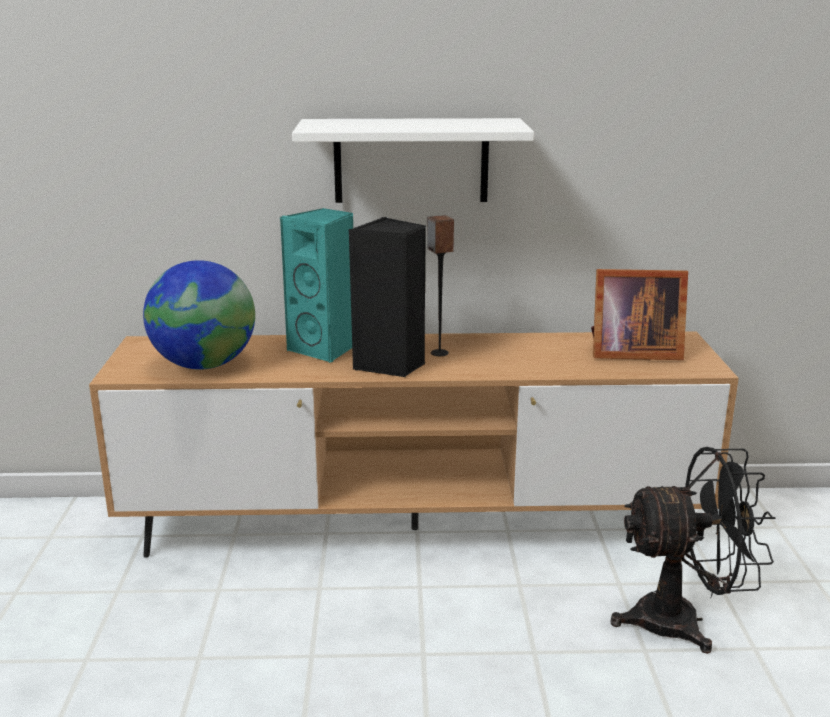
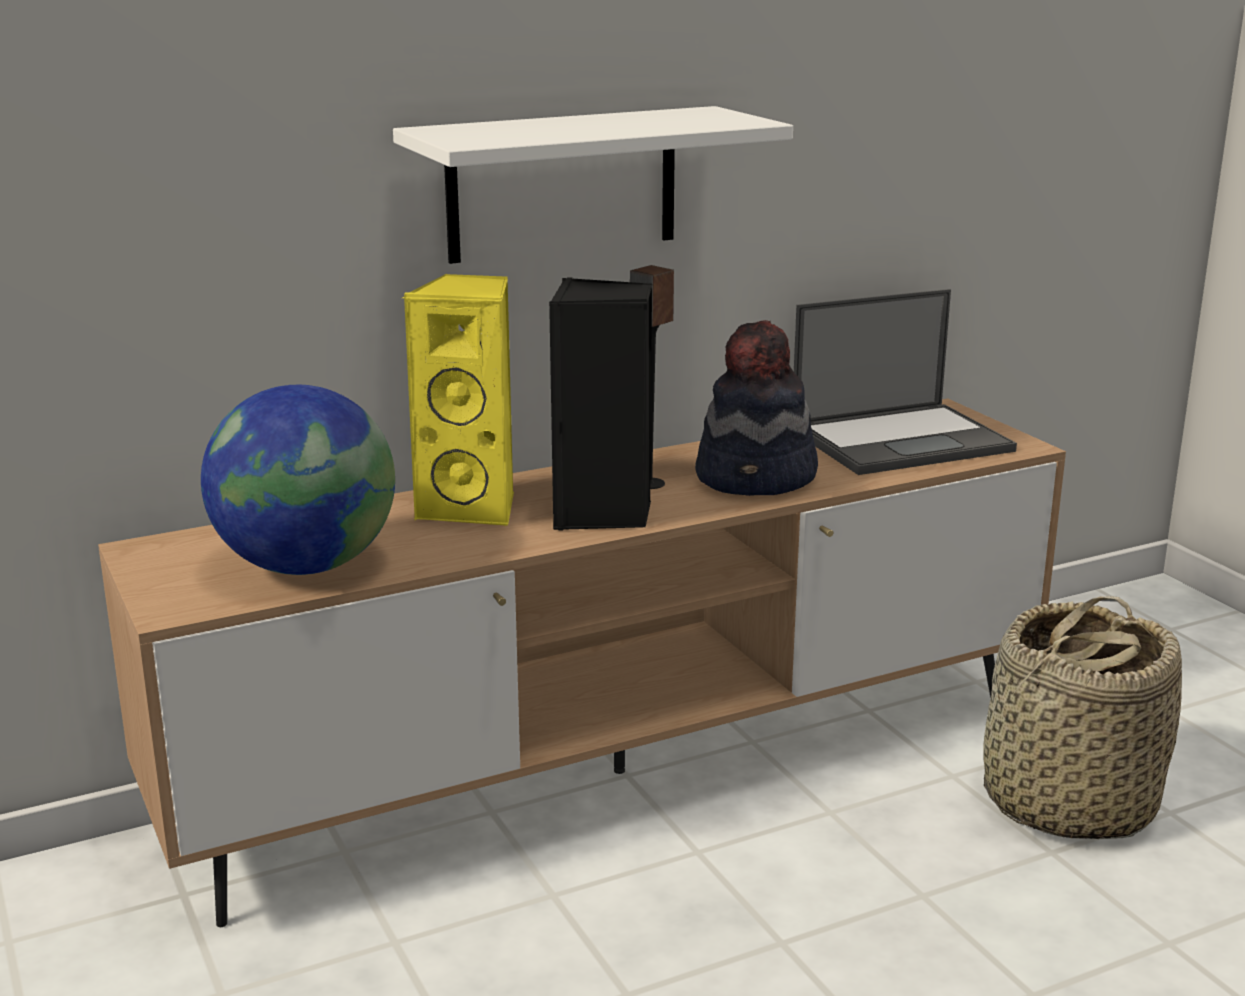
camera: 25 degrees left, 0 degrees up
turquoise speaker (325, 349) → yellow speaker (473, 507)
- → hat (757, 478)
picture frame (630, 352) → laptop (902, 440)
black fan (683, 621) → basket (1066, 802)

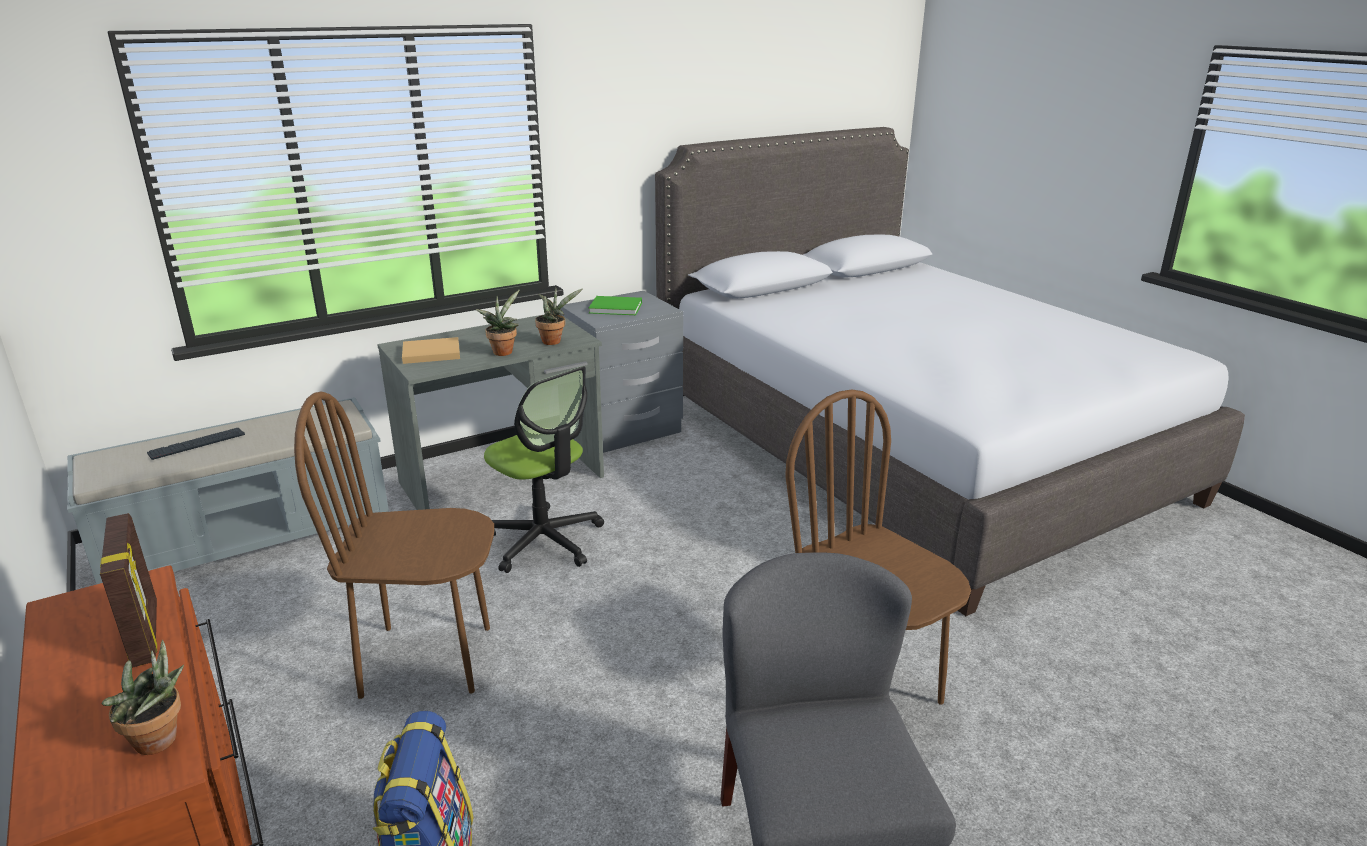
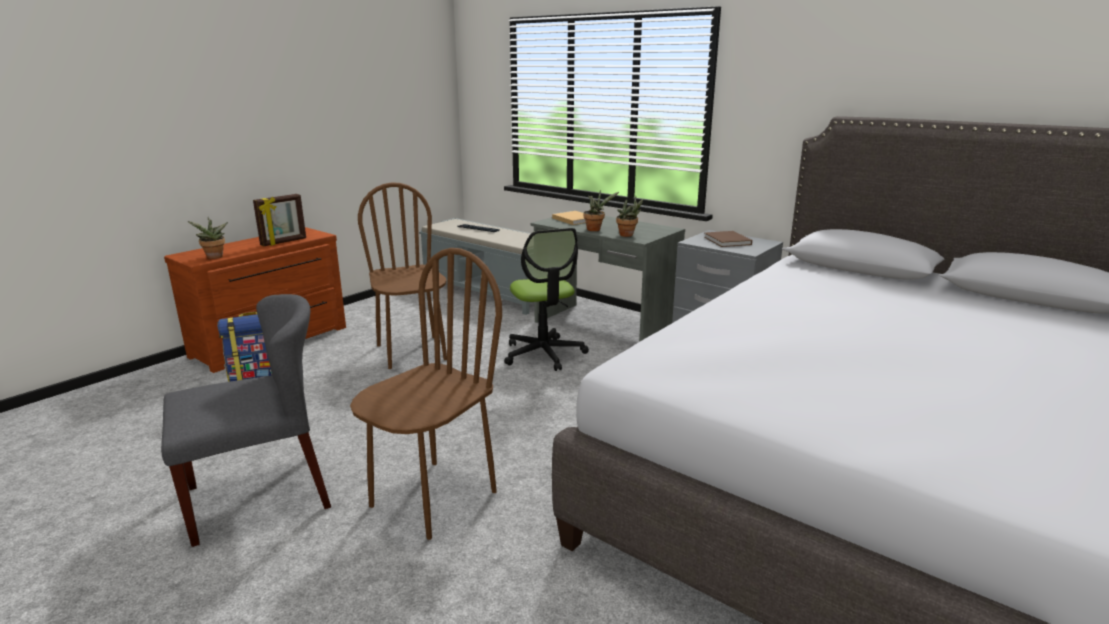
camera: 70 degrees right, 5 degrees down
office chair (544, 541) → office chair (544, 354), 45 degrees counterclockwise
green book (617, 308) → brown book (727, 241)

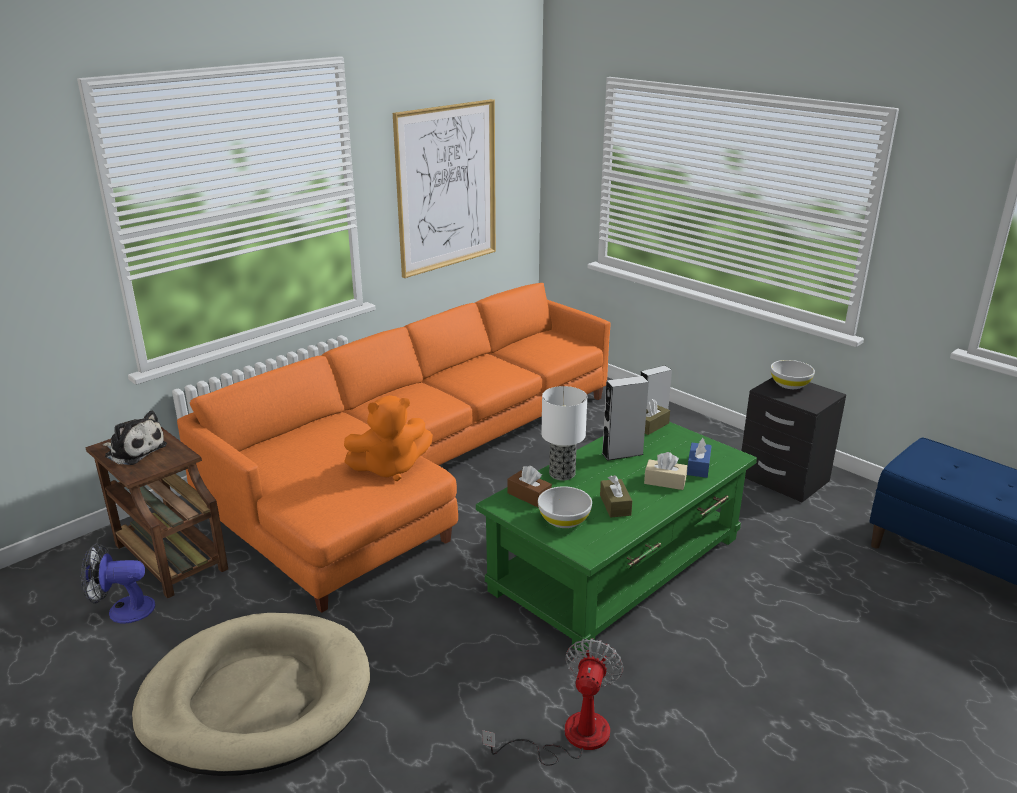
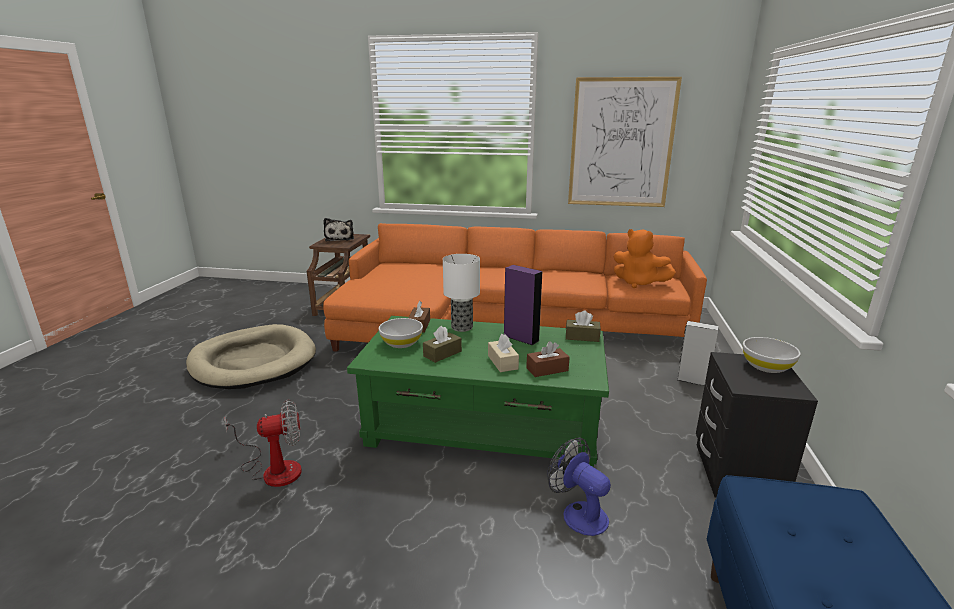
camera: 55 degrees right, 5 degrees down
grey speaker (622, 453) → purple speaker (521, 338)
blue tissue box (698, 467) → brown tissue box (547, 369)
fan (123, 610) → fan (578, 513), shifted
orange plush toy (390, 468) → orange plush toy (638, 283), shifted

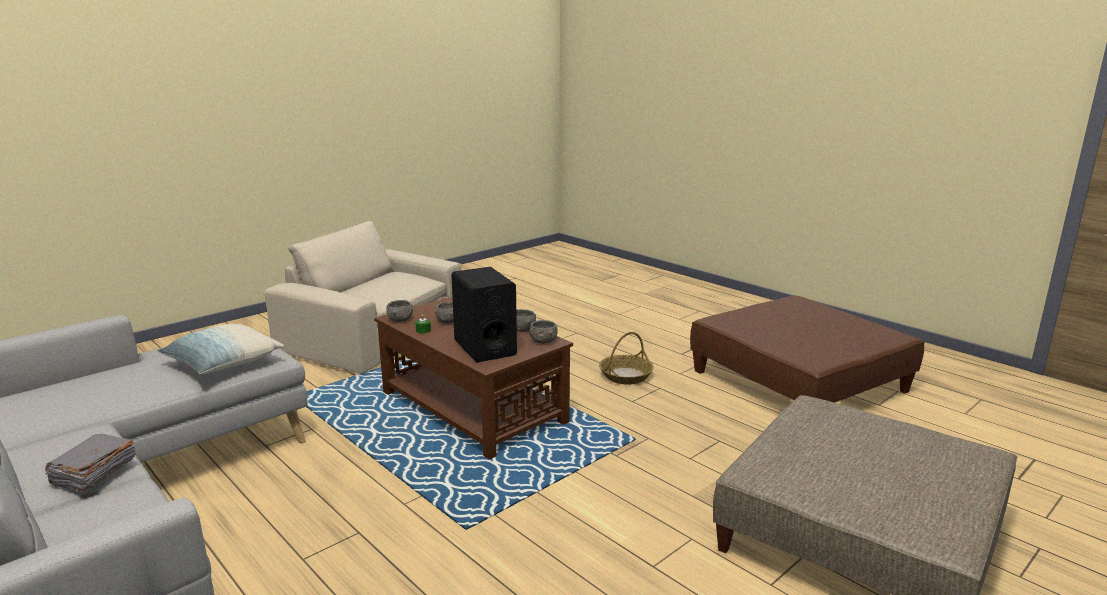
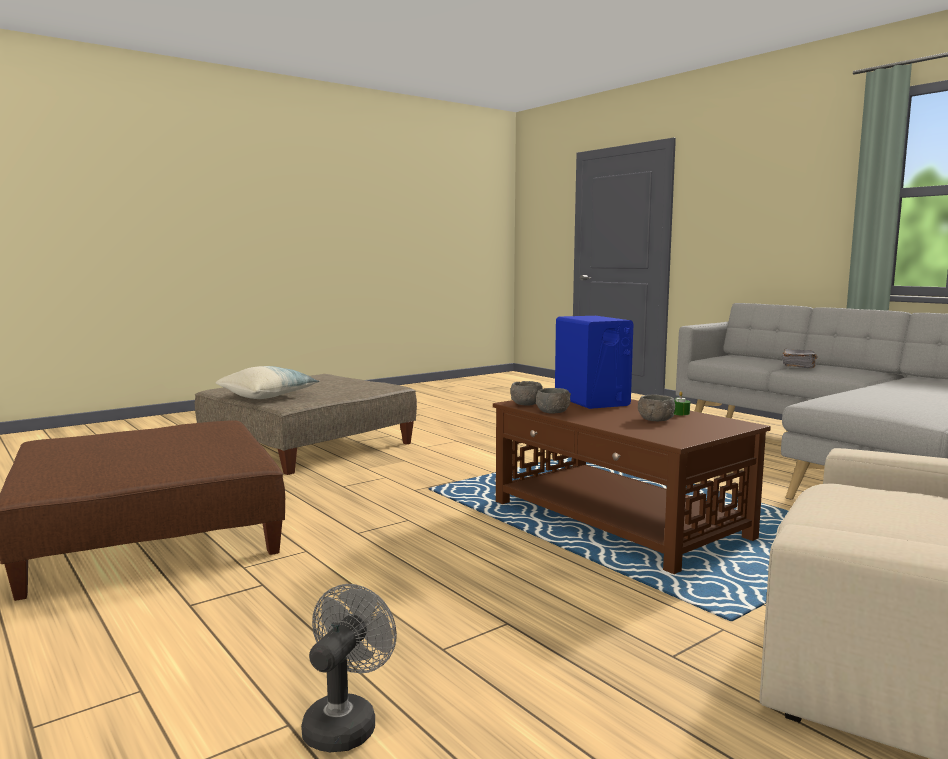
camera: 175 degrees left, 10 degrees down
pillow (223, 364) → pillow (268, 396), shifted
- → grey fan (345, 722)
black speaker (484, 348) → blue speaker (591, 401)
grey bowl (400, 319) → -
basket (625, 376) → -

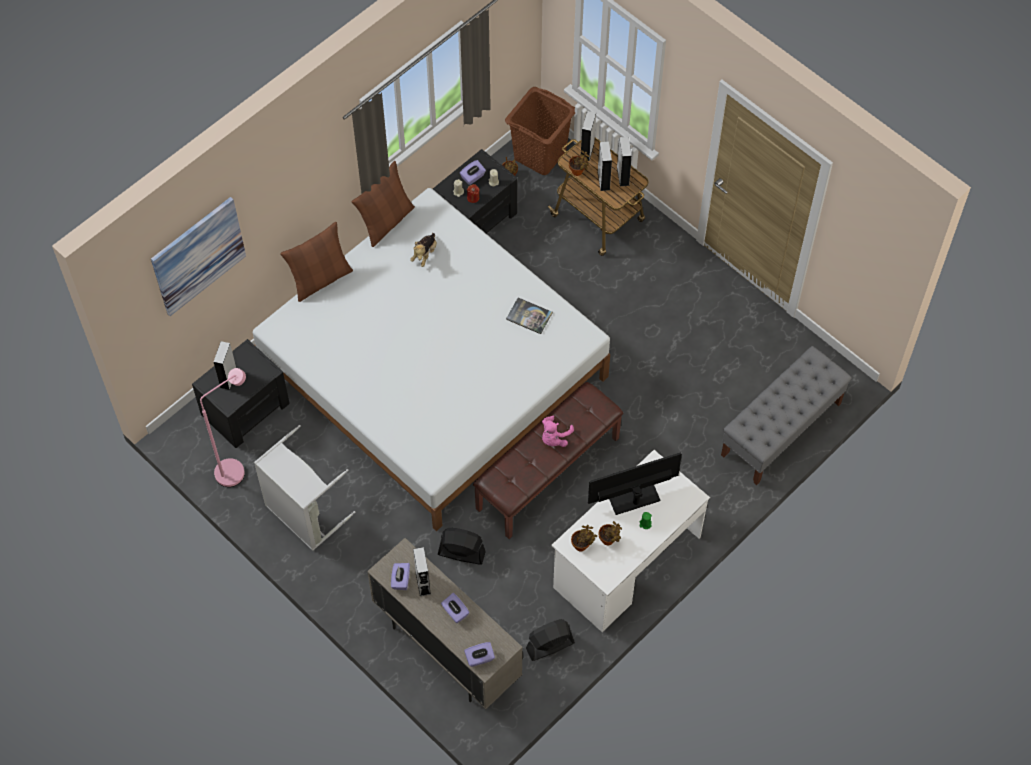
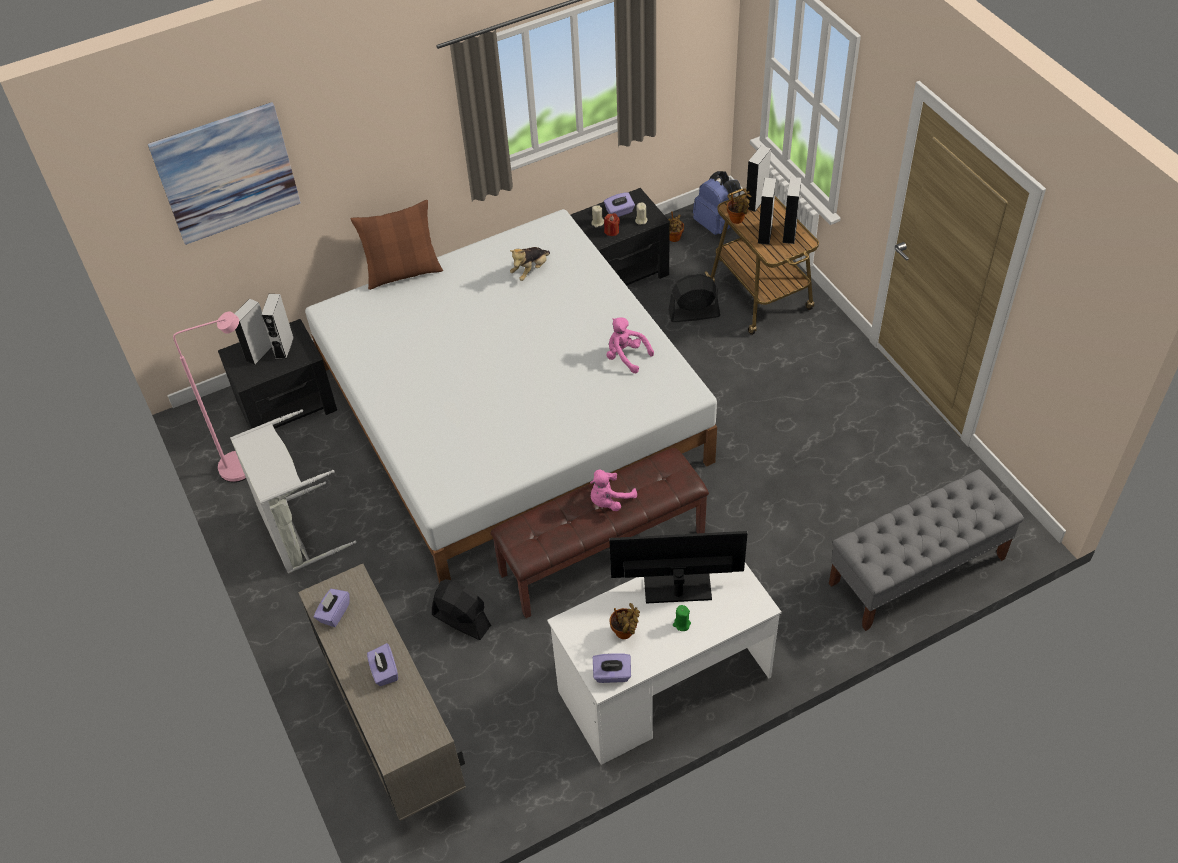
camera: 20 degrees right, 10 degrees down
grey speaker (423, 583) → grey speaker (284, 348), shifted
purple tissue box (479, 658) → purple tissue box (612, 675), shifted
book (529, 316) → pink plush toy (626, 356)
black fan (550, 645) → black fan (694, 313), shifted
brown laundry basket (540, 155) → blue backpack (716, 225)
brown pillow (386, 222) → -
potted plant (582, 546) → -

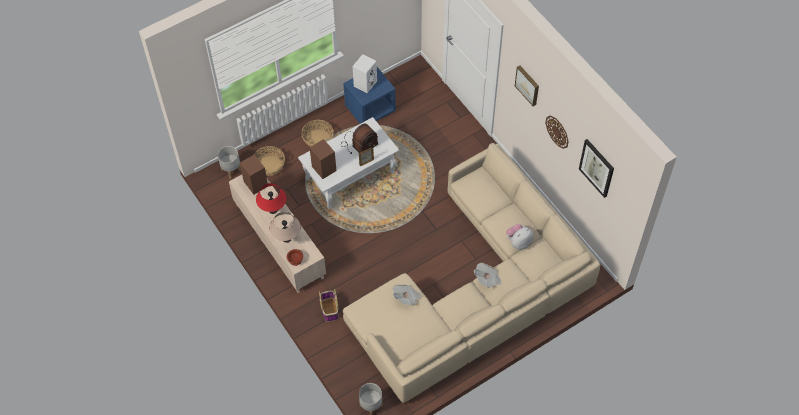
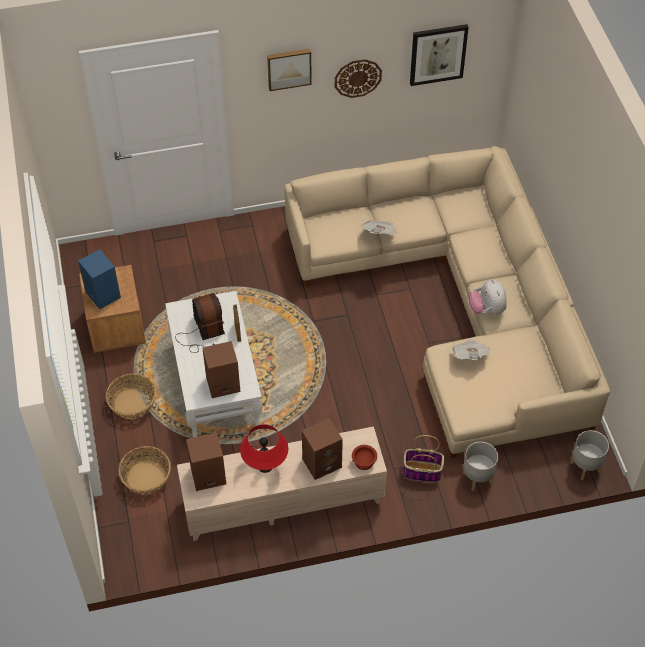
camera: 70 degrees left, 5 degrees down
white speaker (365, 83) → blue speaker (102, 294)
blue nightstand (370, 109) → brown nightstand (116, 327)
beige table lamp (287, 238) → brown speaker (322, 462)
newspaper (487, 279) → newspaper (380, 233), shifted
grey planter (231, 169) → grey planter (477, 478), shifted
plush toy (518, 242) → plush toy (486, 309), shifted

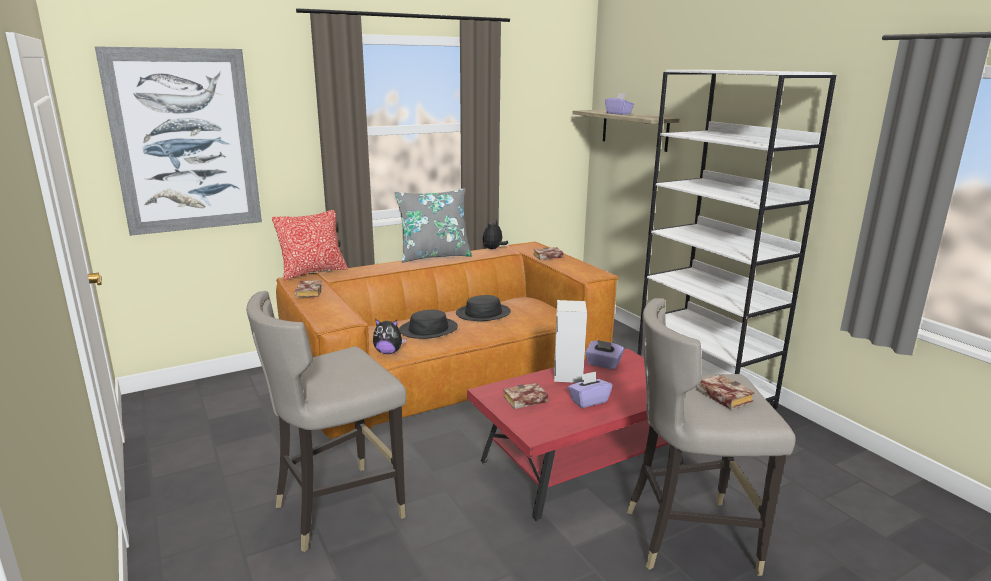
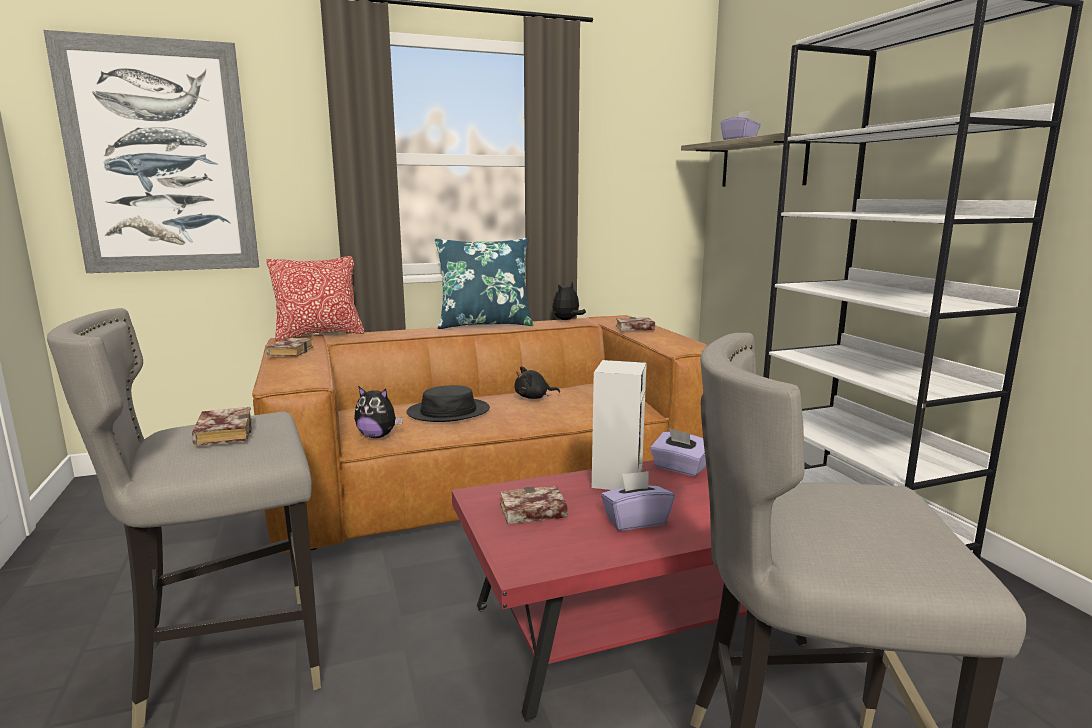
camera: 10 degrees right, 5 degrees down
book (721, 396) → book (222, 433), shifted
grey pillow (434, 256) → blue pillow (485, 324)
black hat (483, 313) → black plush toy (534, 397)

